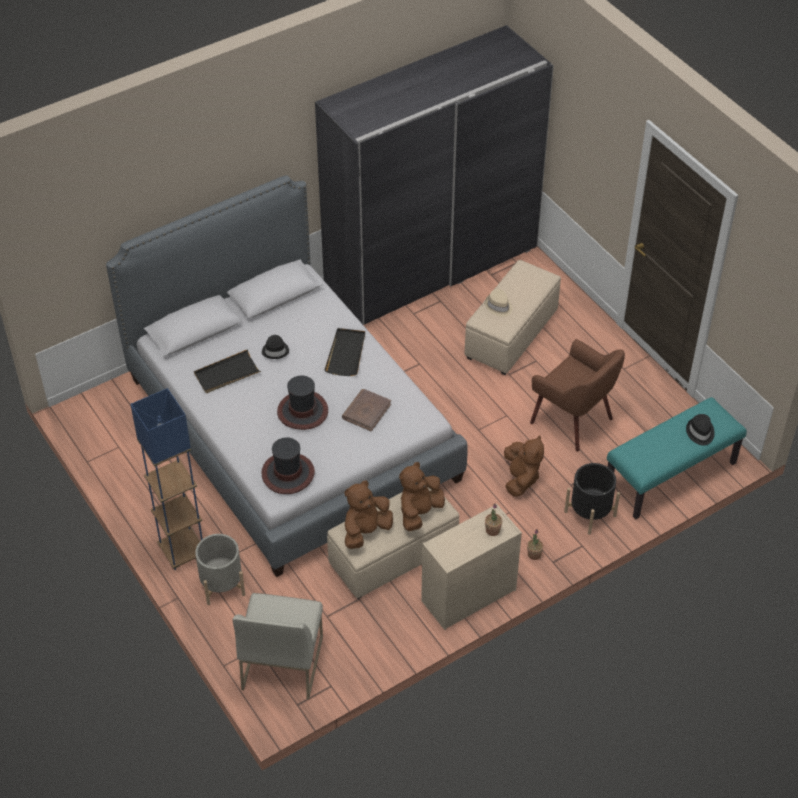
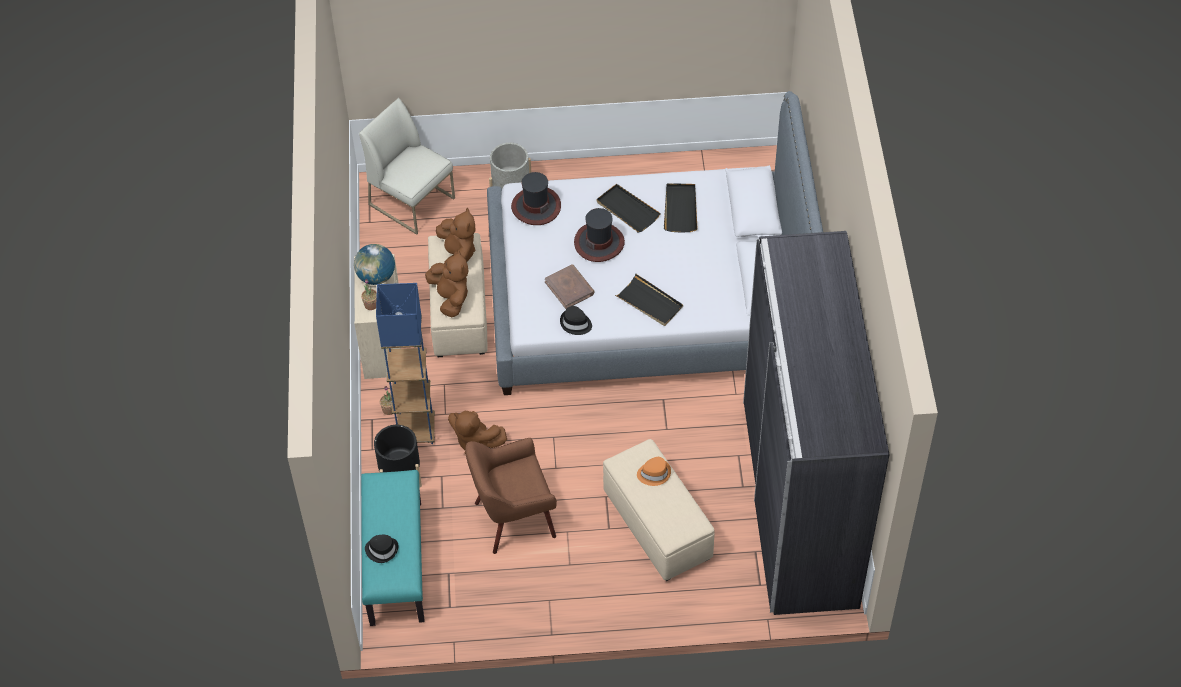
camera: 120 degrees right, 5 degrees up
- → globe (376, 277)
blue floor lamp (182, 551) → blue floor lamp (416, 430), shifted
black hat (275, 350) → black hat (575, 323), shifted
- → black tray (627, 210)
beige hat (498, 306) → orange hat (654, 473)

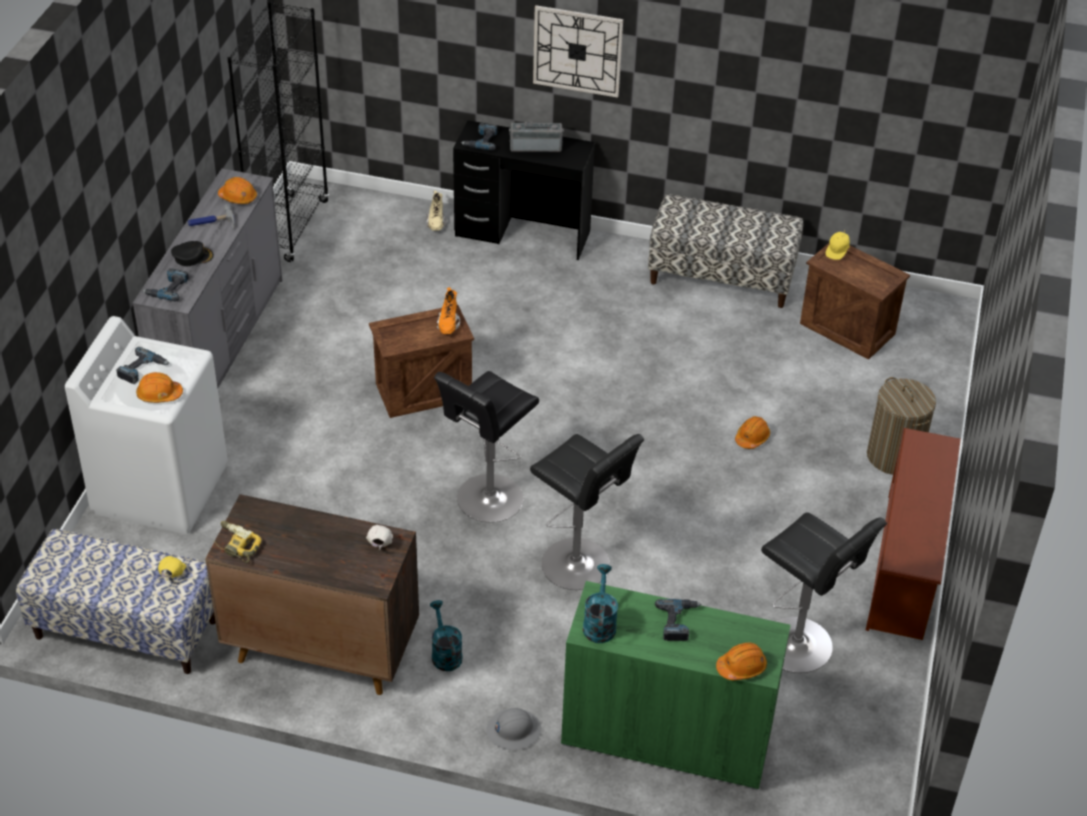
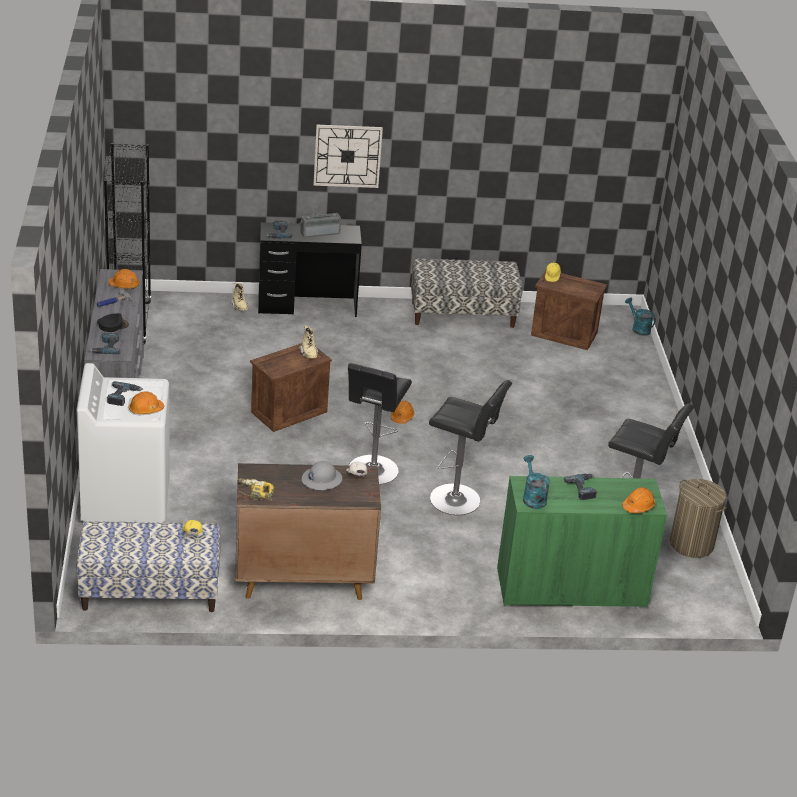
camera: 20 degrees left, 10 degrees down
orange boot (448, 324) → beige boot (308, 354)
grey hard hat (513, 730) → grey hard hat (321, 479), shifted
orange hard hat (752, 438) → orange hard hat (402, 417), shifted
turquoise watering can (445, 653) → turquoise watering can (638, 328), shifted
laundry basket (894, 456) → laundry basket (691, 544), shifted
brown shoe rack (906, 566) → -

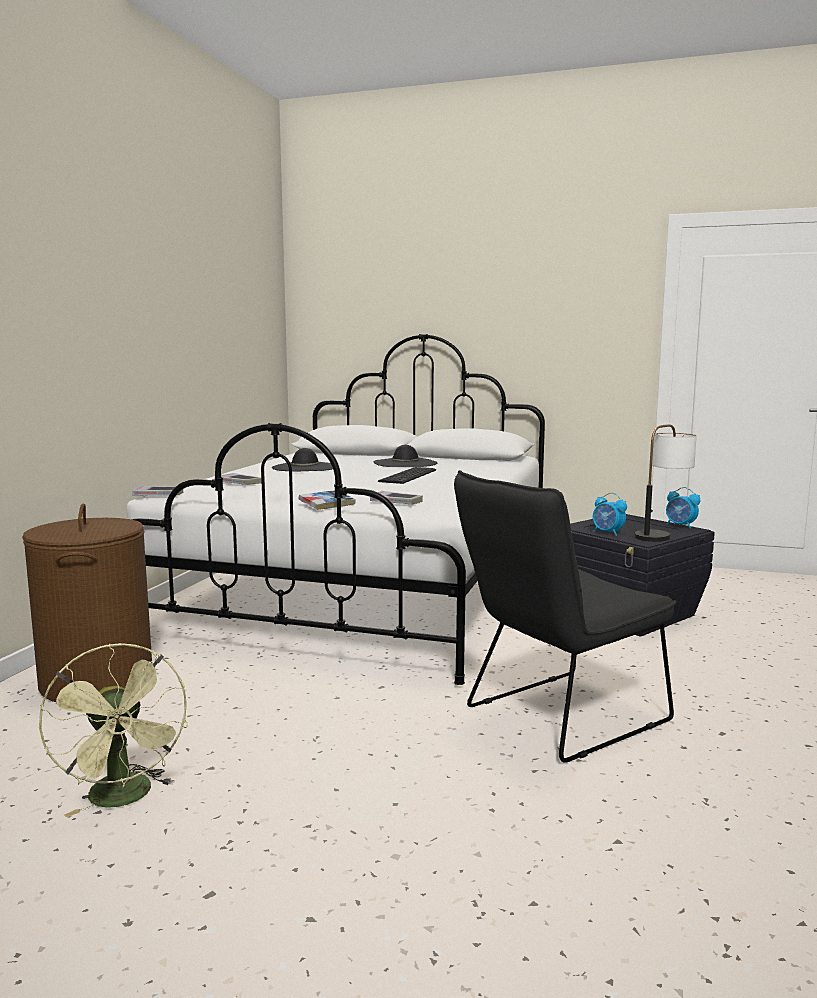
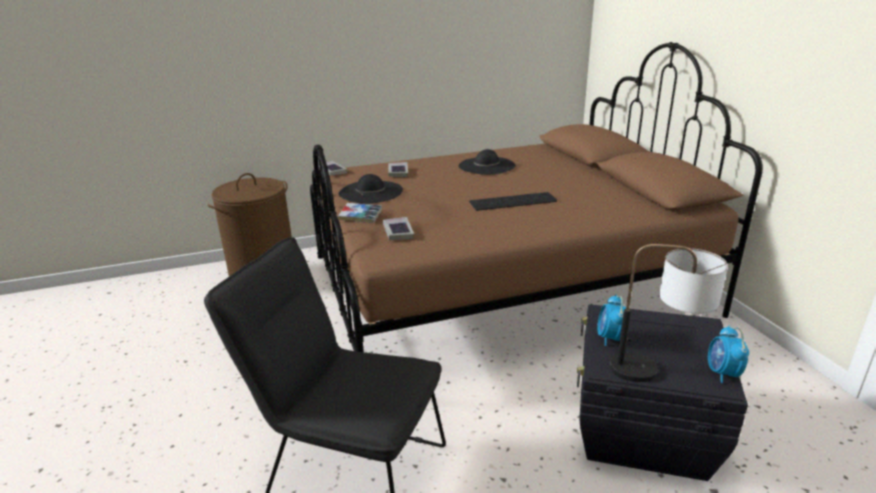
camera: 55 degrees right, 15 degrees up
white bed (369, 592) → brown bed (502, 285)
black hat (405, 463) → black hat (370, 192), shifted
green fan (125, 798) → -

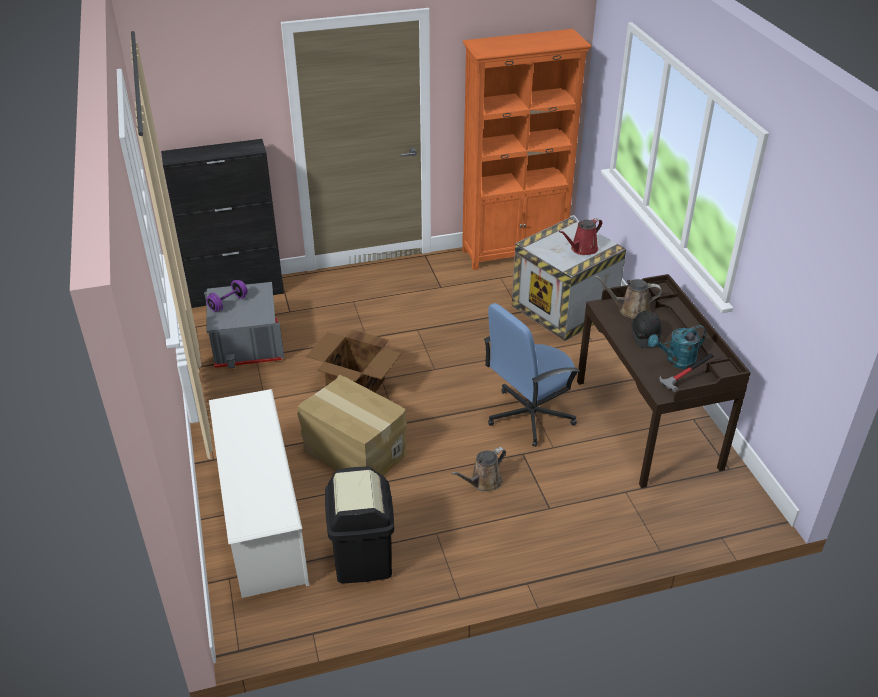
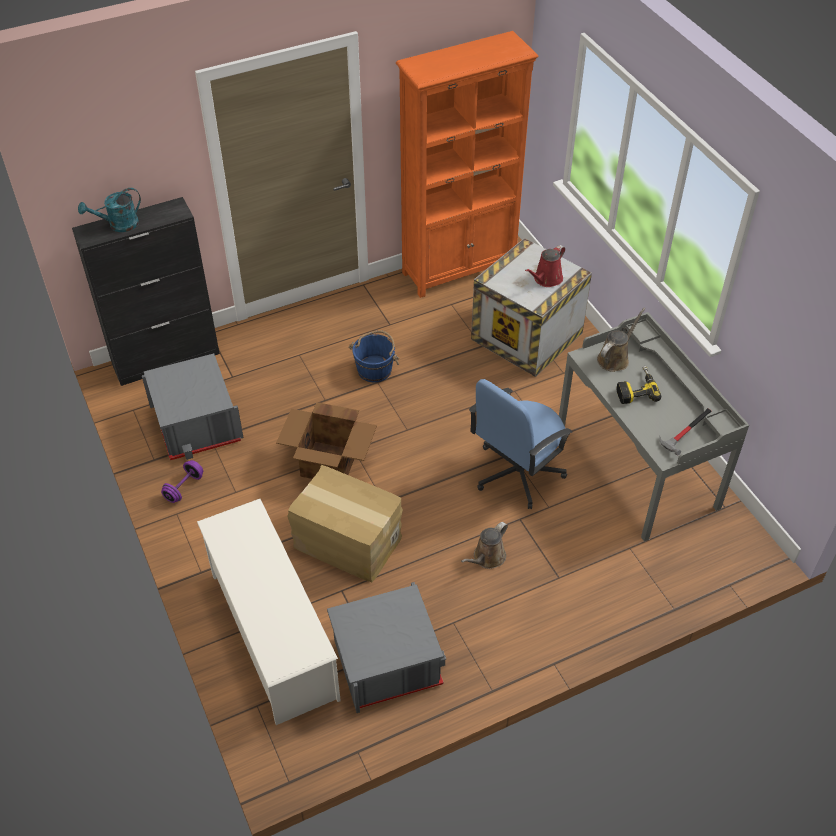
camera: 10 degrees left, 10 degrees up
turquoise watering can (676, 361) → turquoise watering can (118, 225), shifted
purple dumbbell (228, 303) → purple dumbbell (184, 488), shifted
black trash can (362, 558) → grey storage box (385, 662)
- → blue bucket (375, 369)
brown desk (648, 423) → grey desk (637, 465)
brown watering can (630, 310) → brown watering can (615, 358), 135 degrees clockwise
black hard hat (645, 336) → power drill (635, 389)

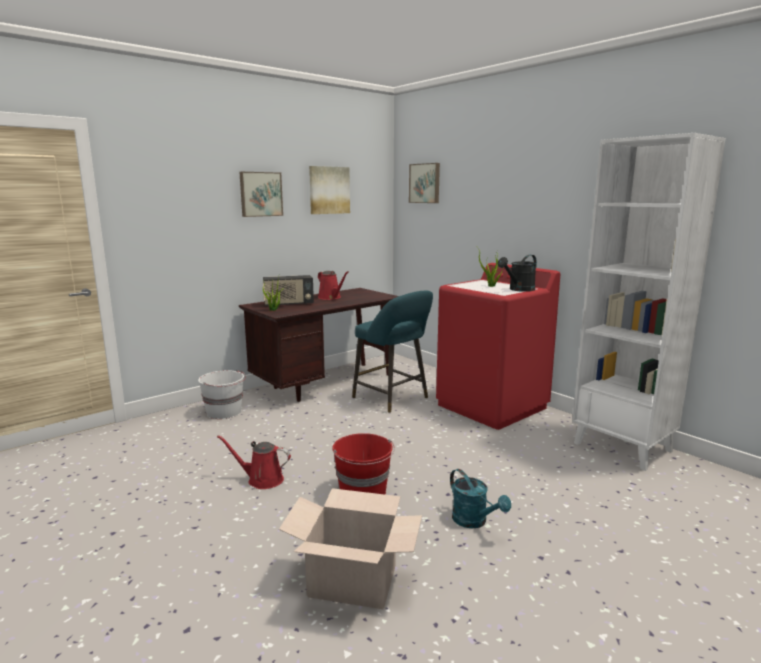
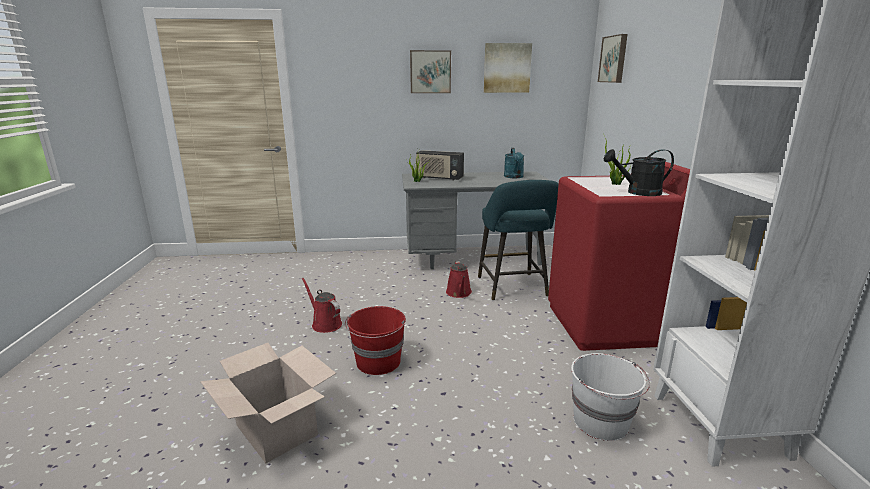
camera: 35 degrees right, 5 degrees up
brown desk (325, 383) → grey desk (473, 259)
red watering can (331, 297) → red watering can (459, 293), shifted
turquoise watering can (474, 521) → turquoise watering can (514, 177), shifted
white bucket (224, 412) → white bucket (602, 422), shifted

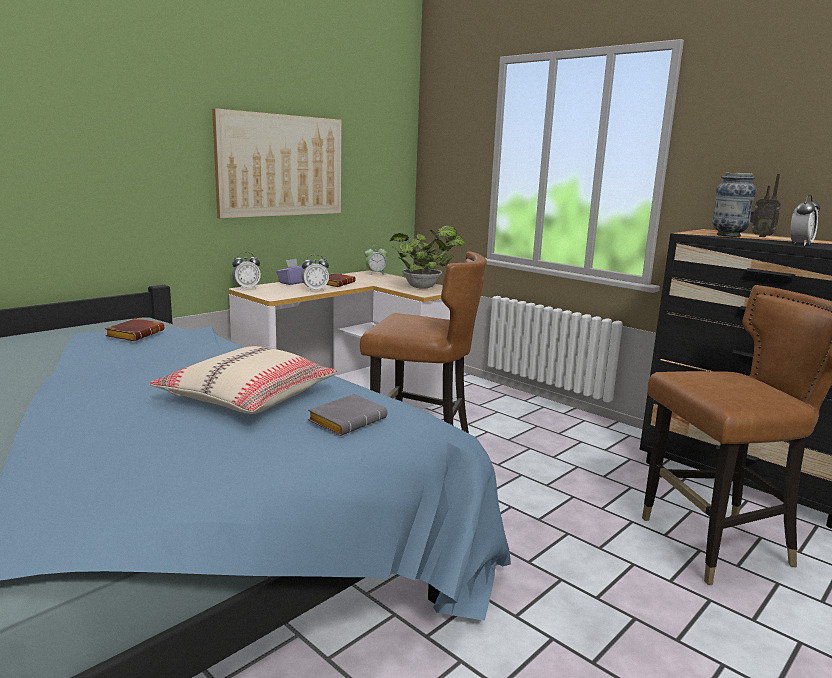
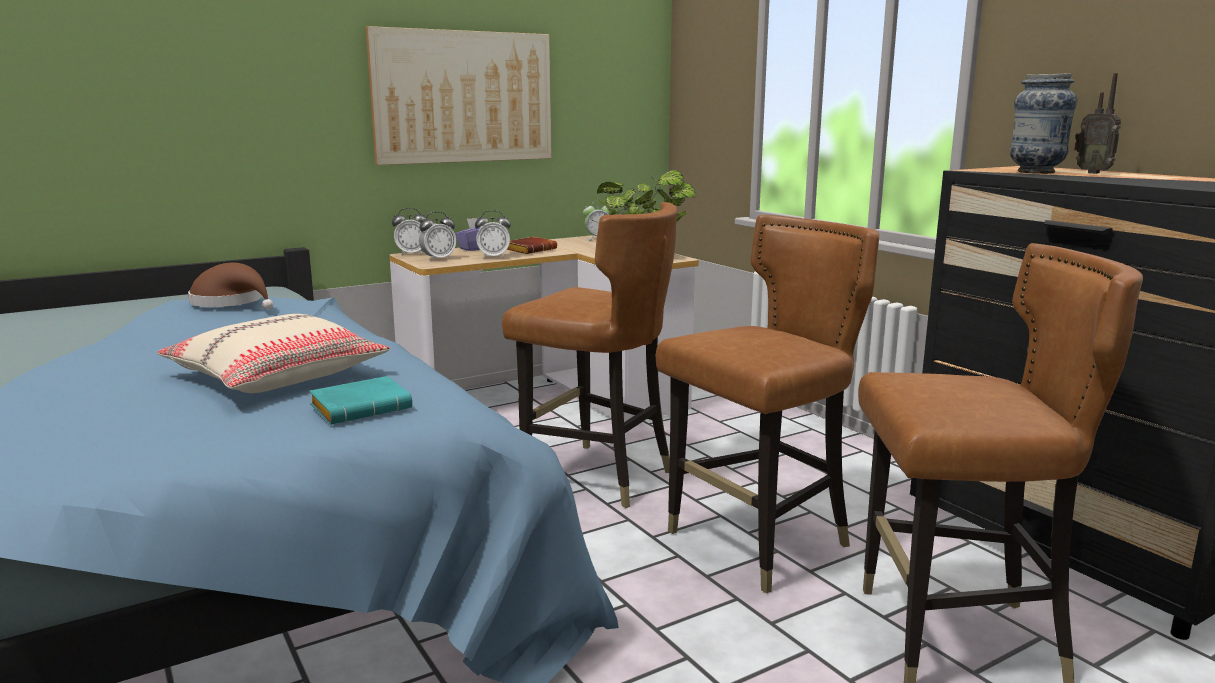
camera: 15 degrees right, 0 degrees up
brown book (135, 334) → brown hat (231, 303)
grey book (347, 420) → turquoise book (363, 408)
alarm clock (800, 244) → alarm clock (438, 259), shifted
- → brown chair (759, 544)

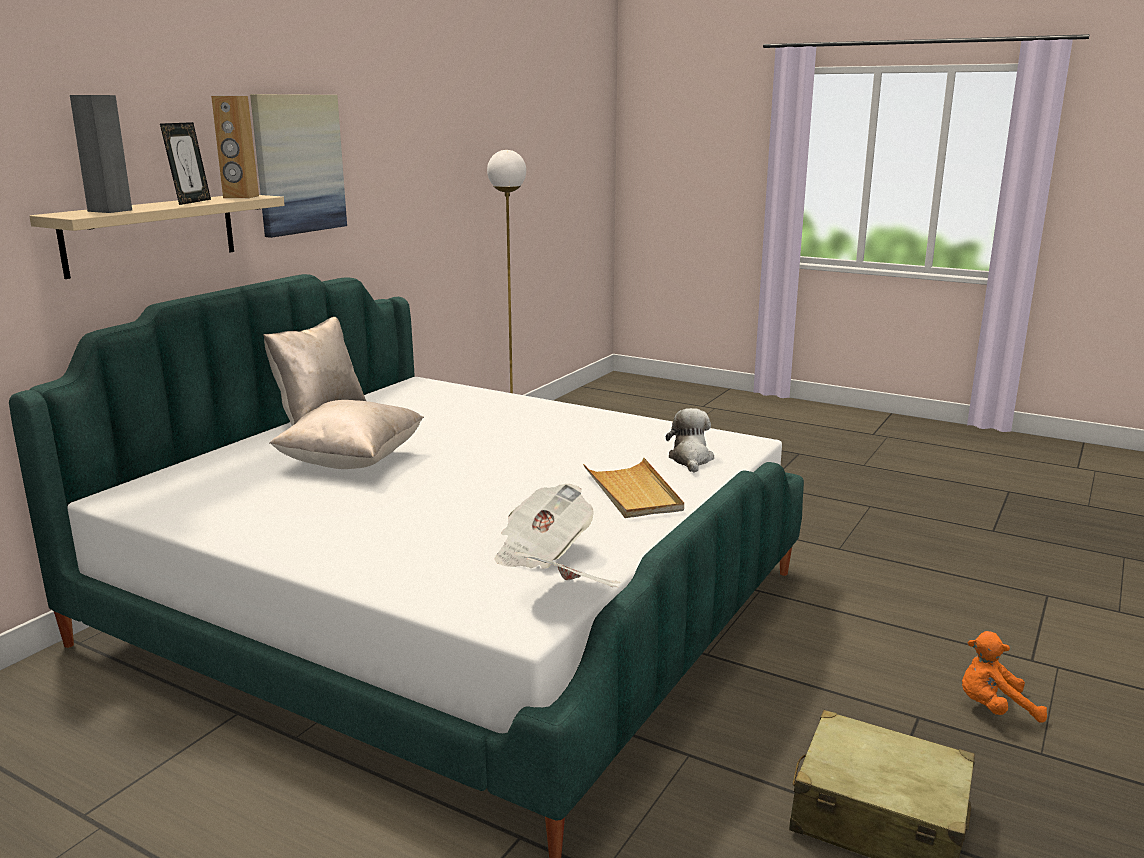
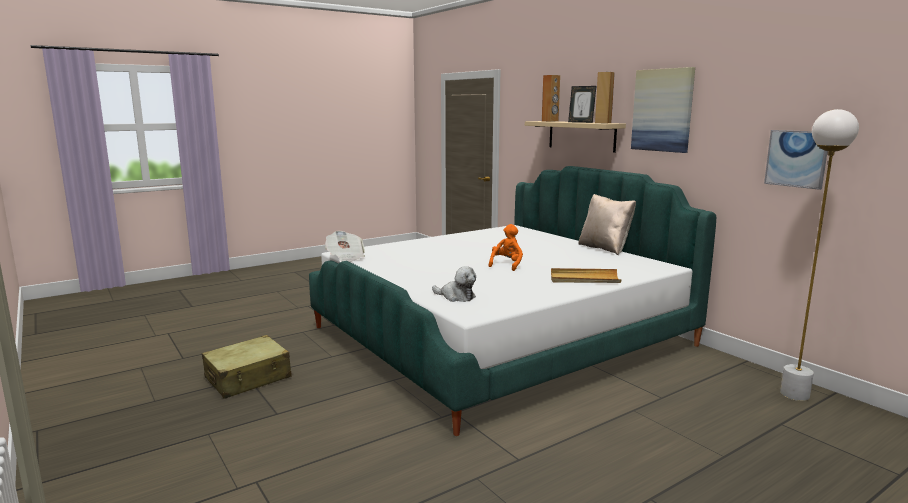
camera: 115 degrees right, 5 degrees down
orange plush toy (993, 708) → orange plush toy (507, 265), shifted
grey speaker (110, 210) → brown speaker (550, 121)
beige tray (633, 492) → beige tray (584, 279), shifted
- → picture (796, 158)
beige pillow (352, 462) → -
newspaper (541, 551) → -

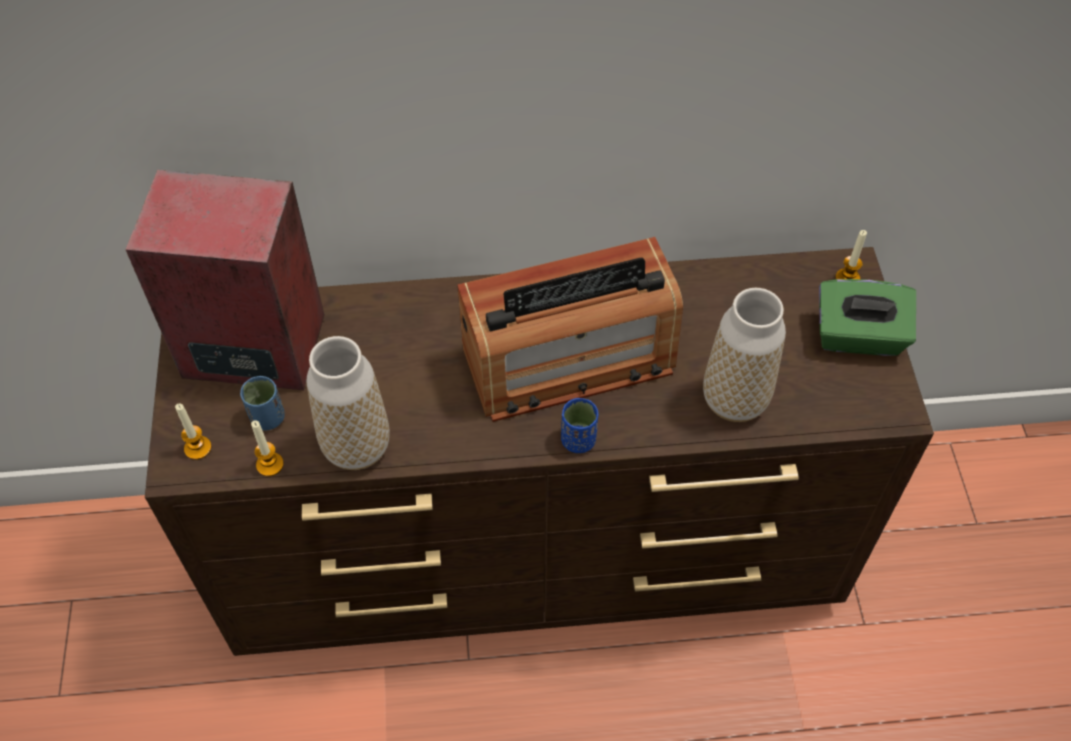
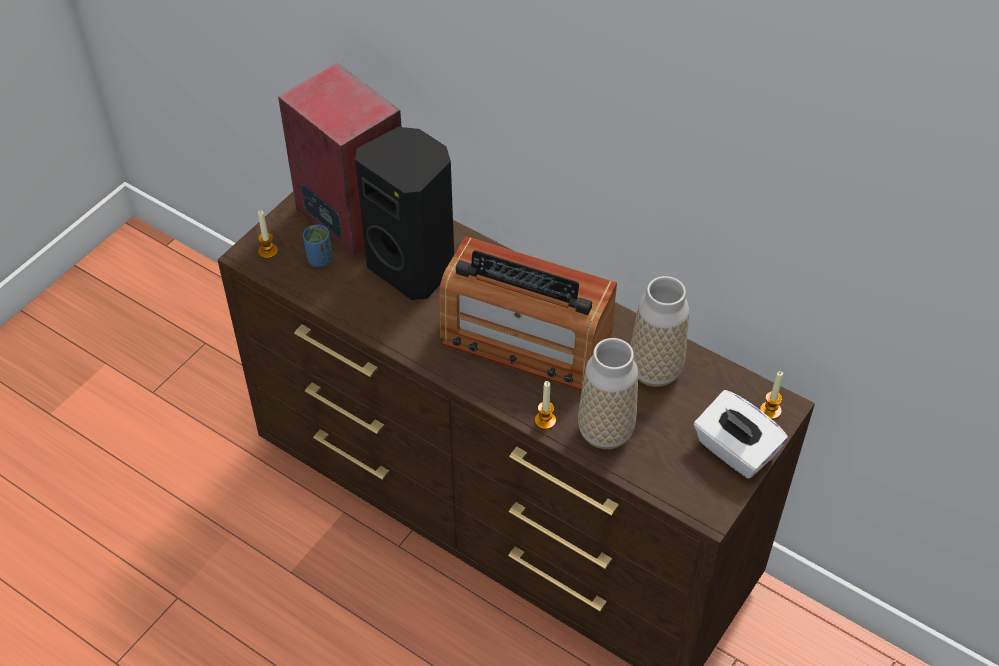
camera: 40 degrees right, 5 degrees down
- → black speaker (414, 267)
candle (270, 464) → candle (545, 420), shifted
vase (356, 447) → vase (654, 371), shifted
green tissue box (858, 337) → white tissue box (735, 451)
blue cup (578, 440) → -

